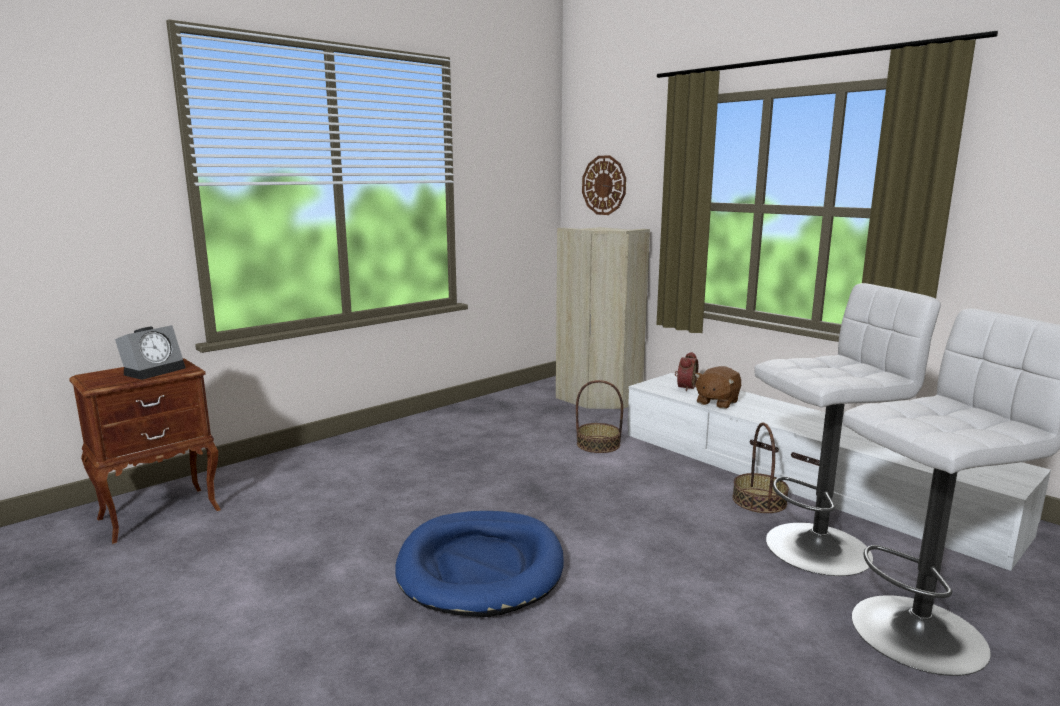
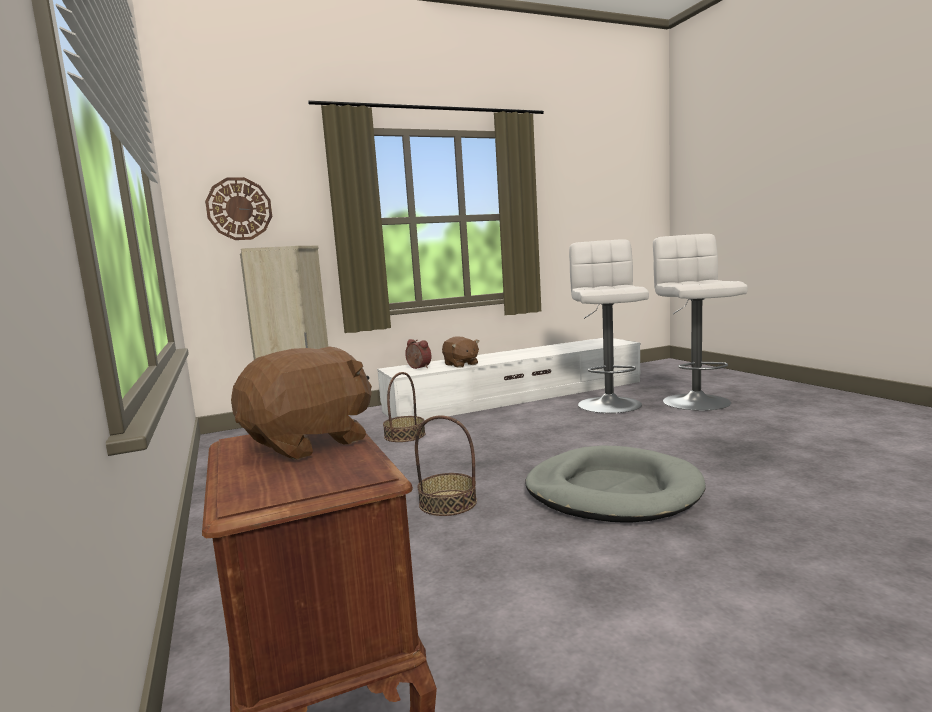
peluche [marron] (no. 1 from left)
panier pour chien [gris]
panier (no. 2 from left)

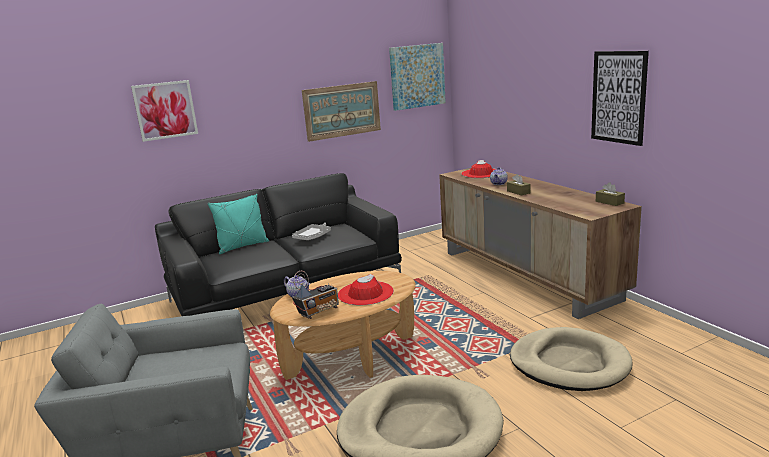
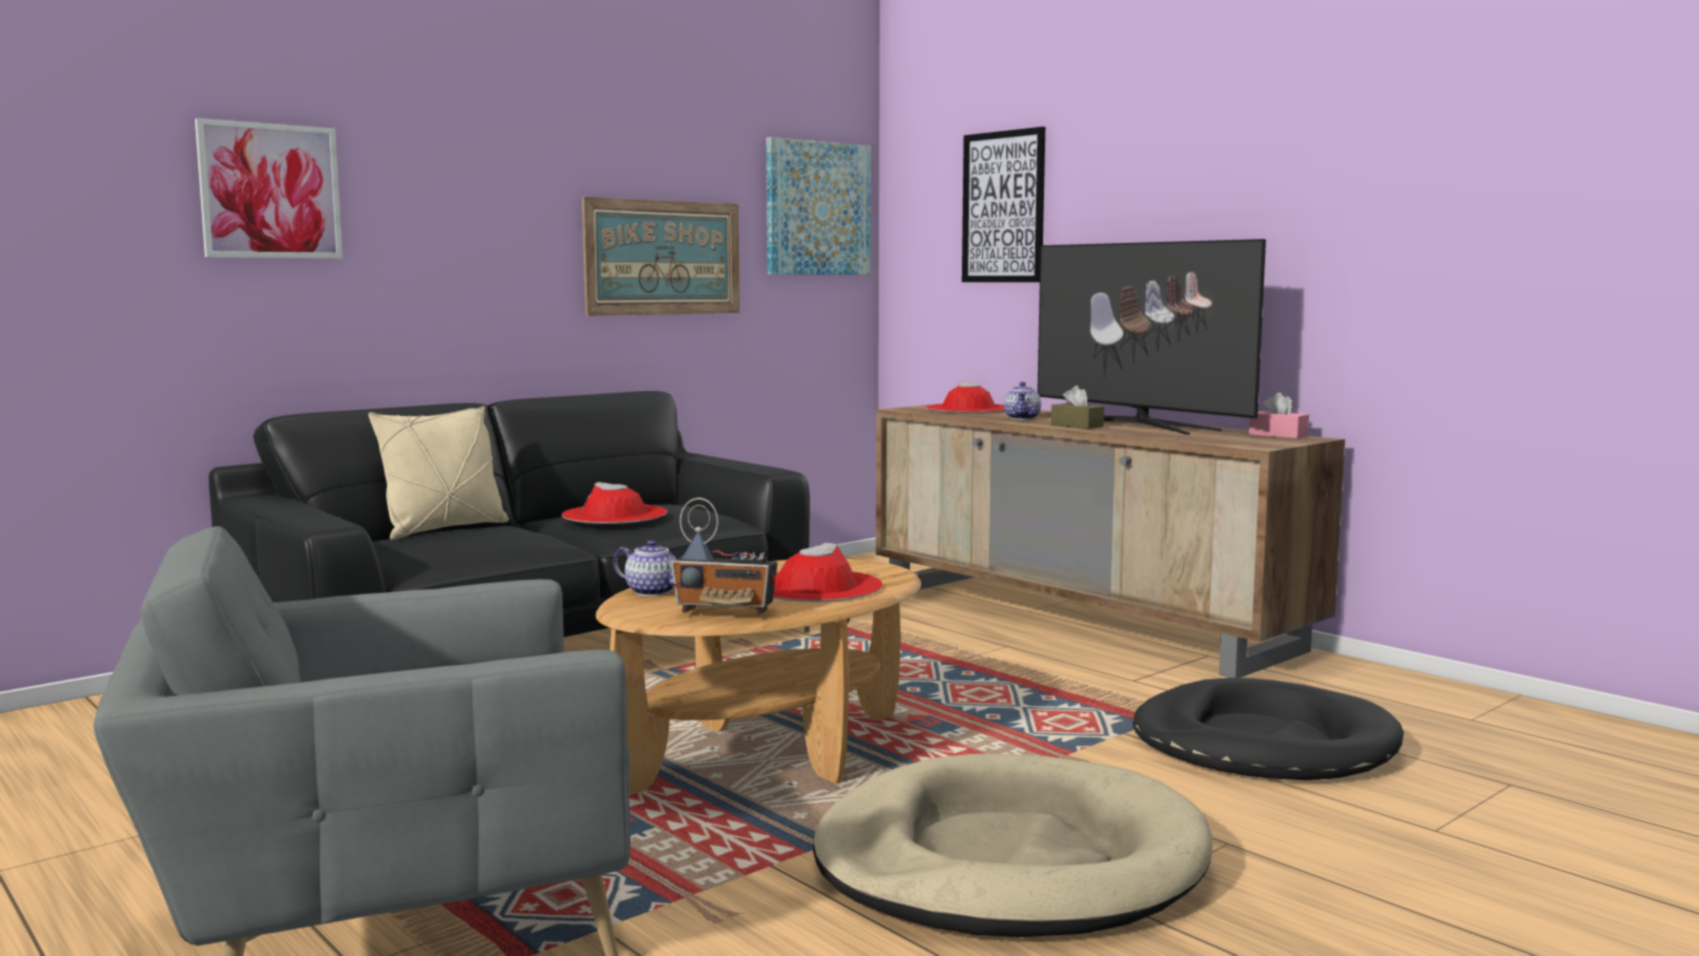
coussin [beige]
chapeau [rouge] (no. 1 from left)
radio
panier pour chien [noir]
tableau (no. 4 from left)
boîte à mouchoirs [rose]
téléviseur

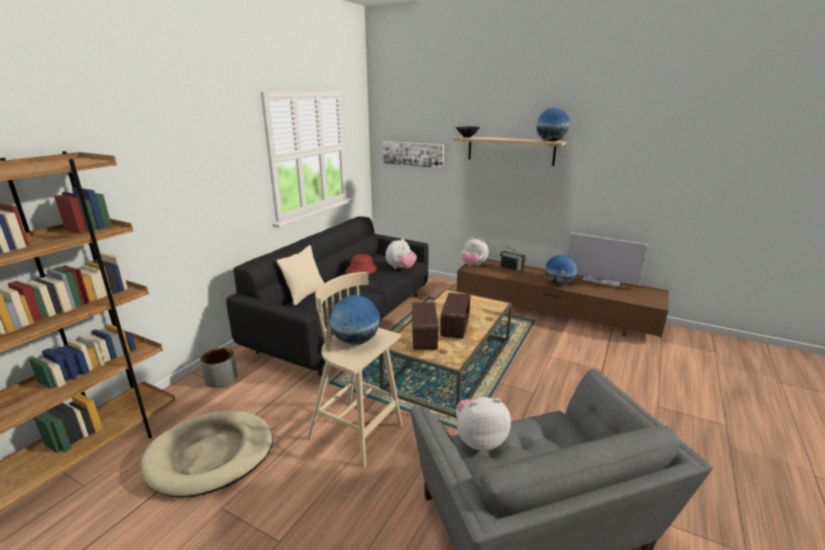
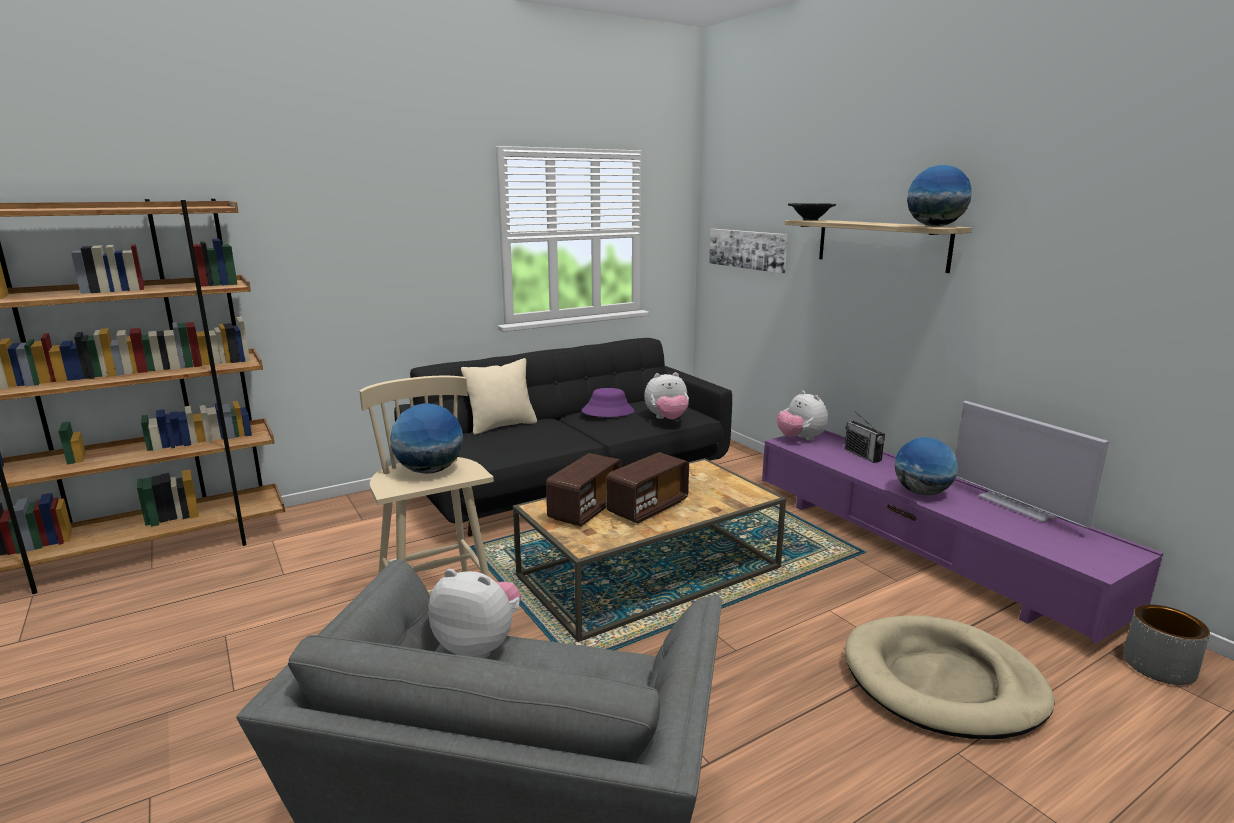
panier pour chien [beige]
cache-pot [gris]
chapeau [violet]
meuble télé [violet]

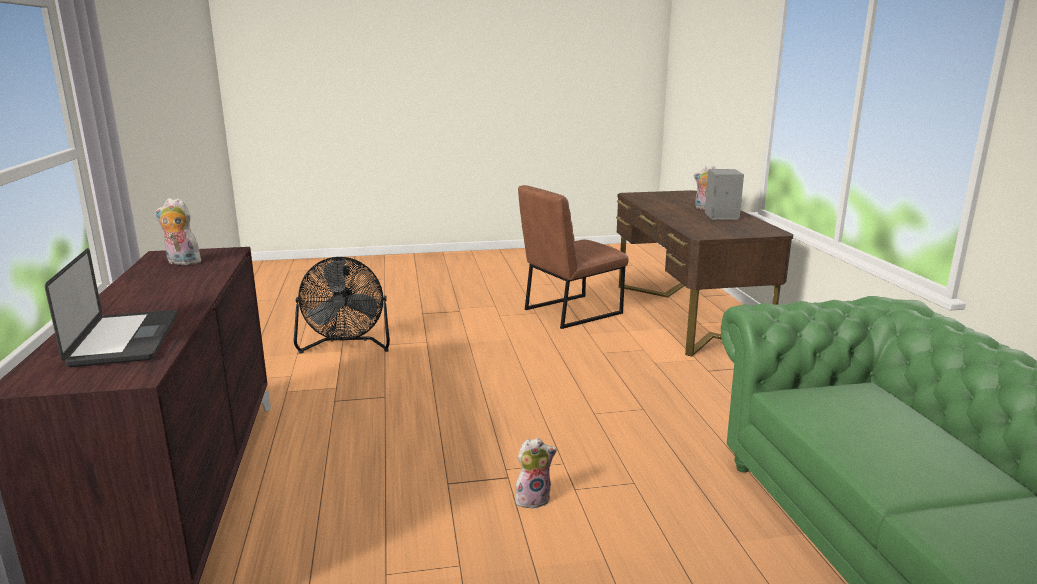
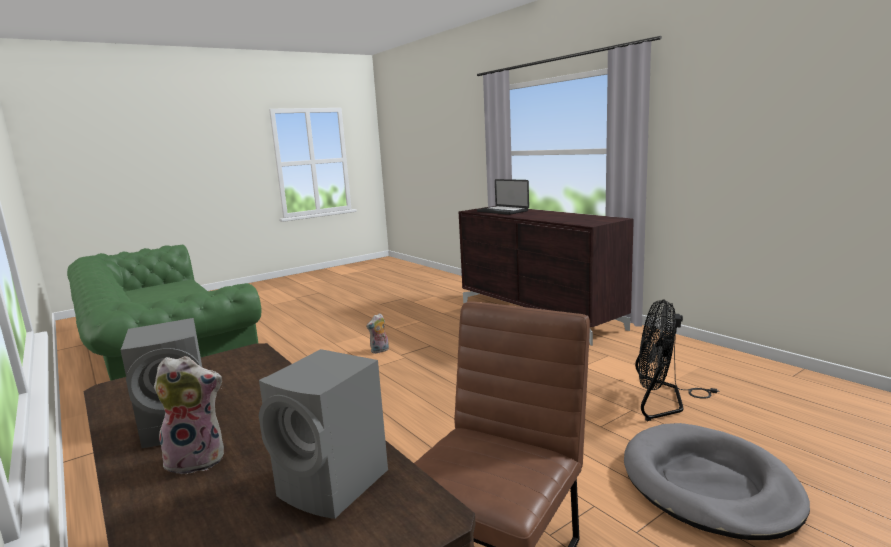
peluche (no. 1 from left in the first image)
ventilateur [noir]
enceinte [gris] (no. 2 from left)
panier pour chien [gris]

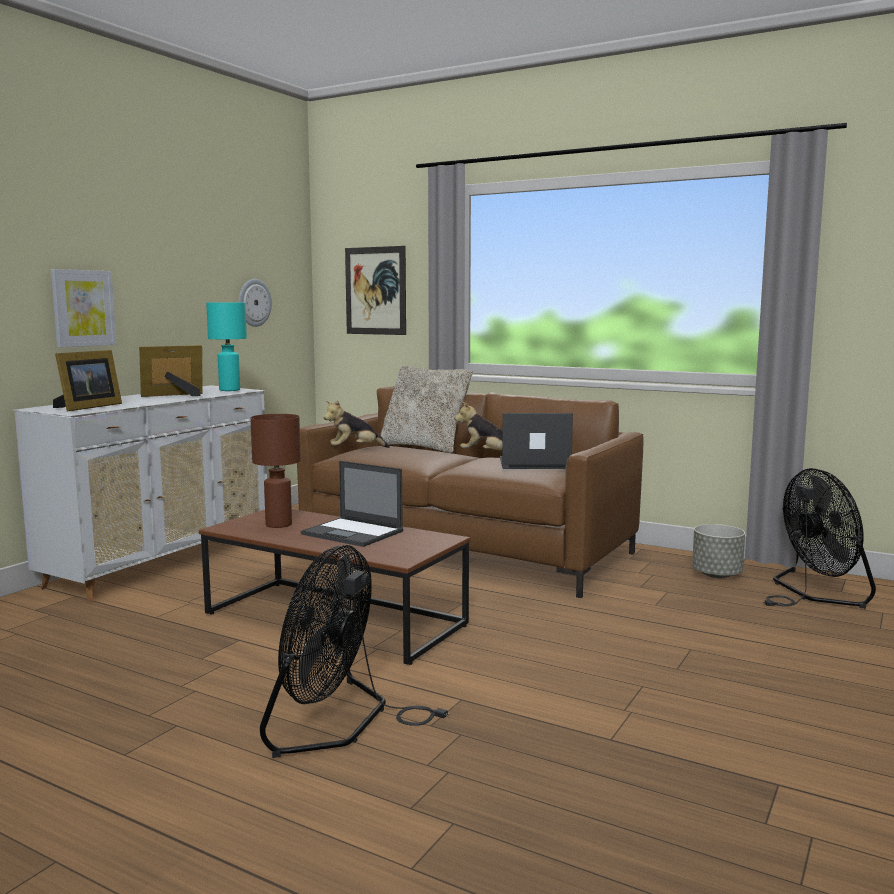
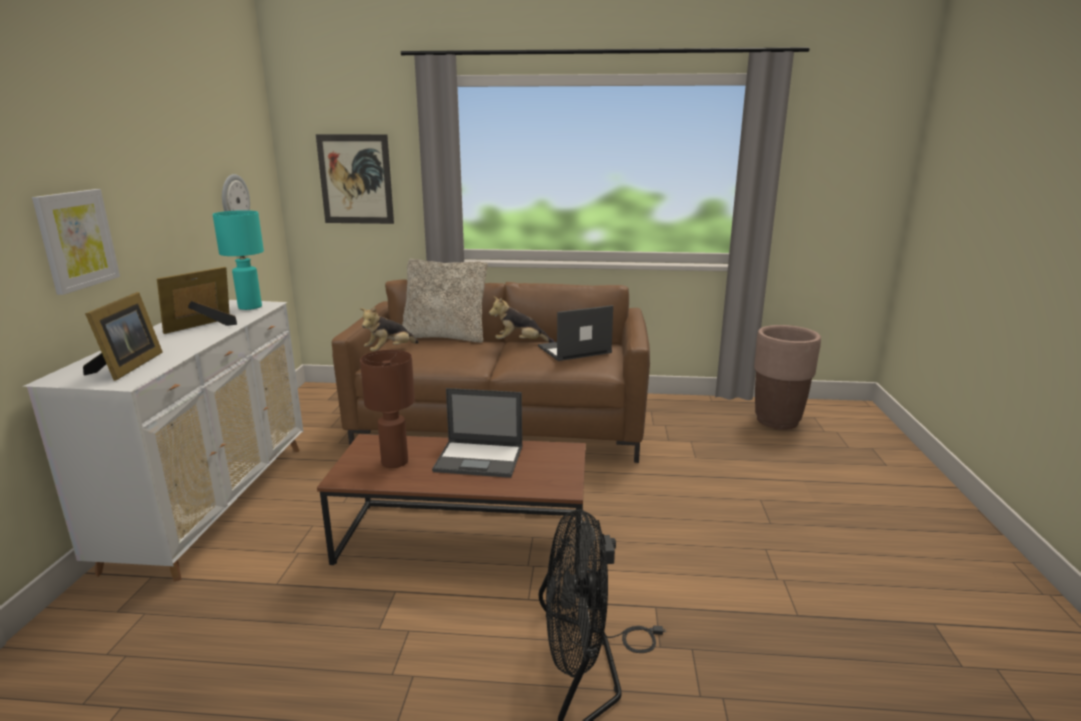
cache-pot [gris]
cache-pot [marron]

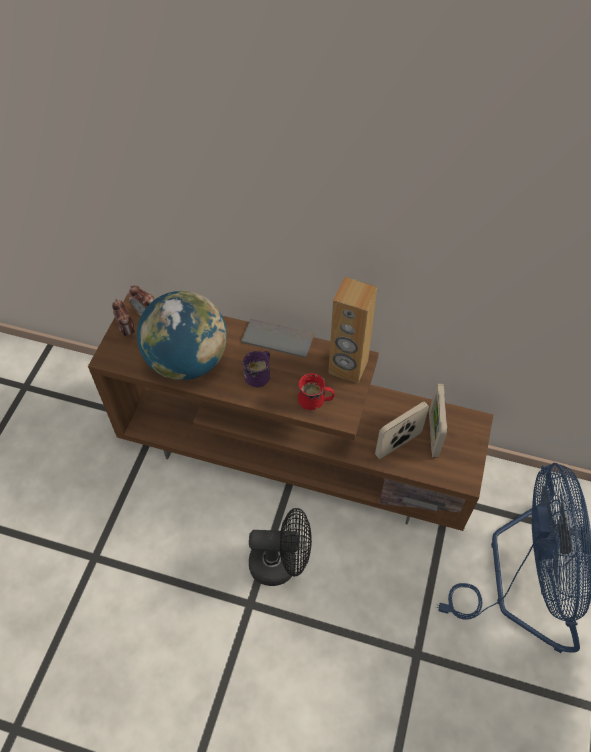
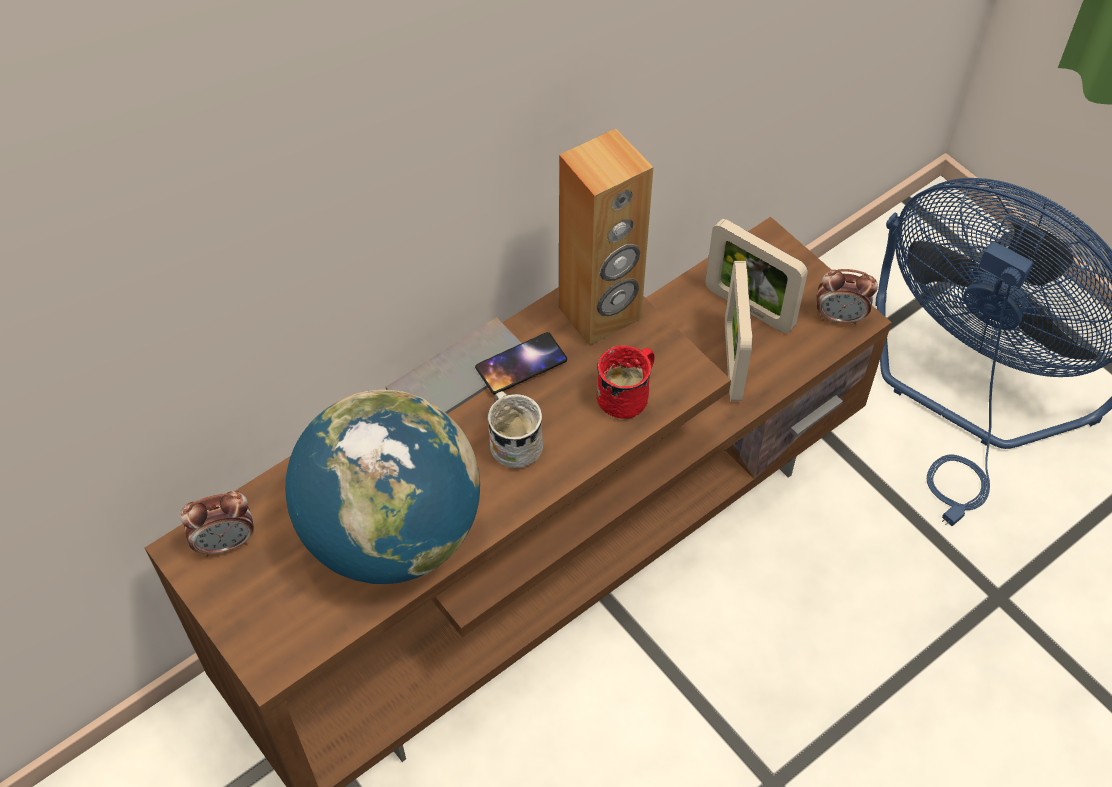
réveil (no. 2 from left)
mug [blanc]
ventilateur [noir]
téléphone

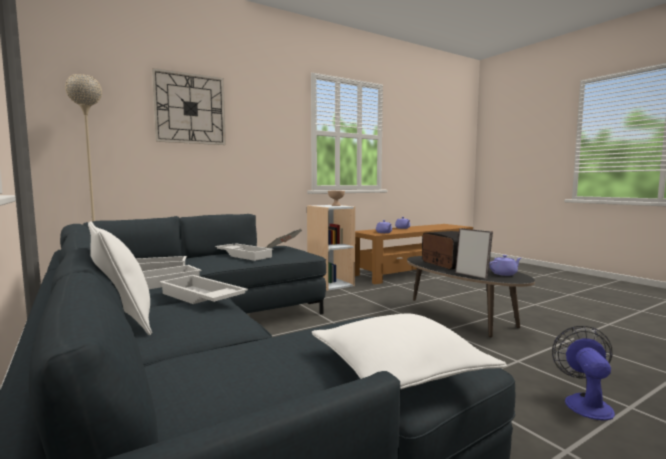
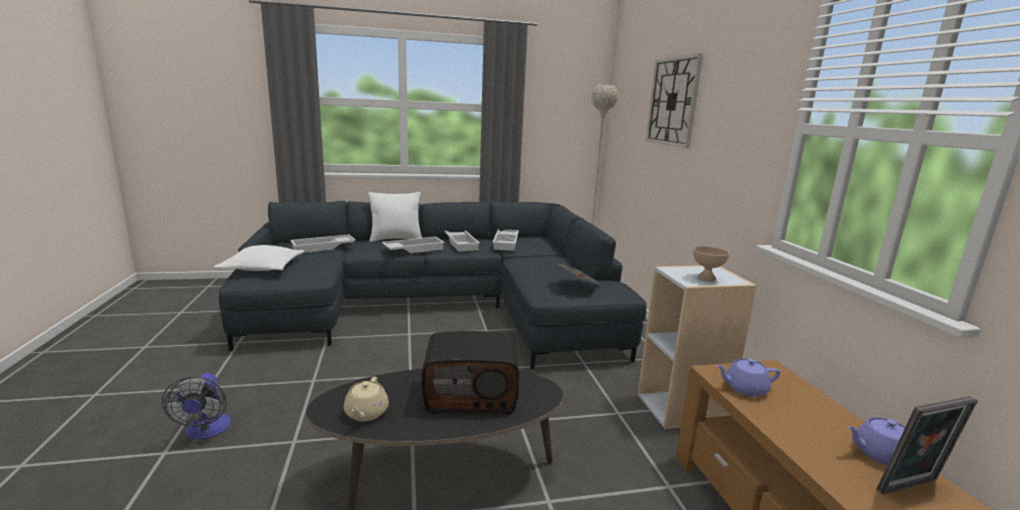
plateau [blanc] (no. 1 from left)
cadre photo
théière [beige]
ventilateur

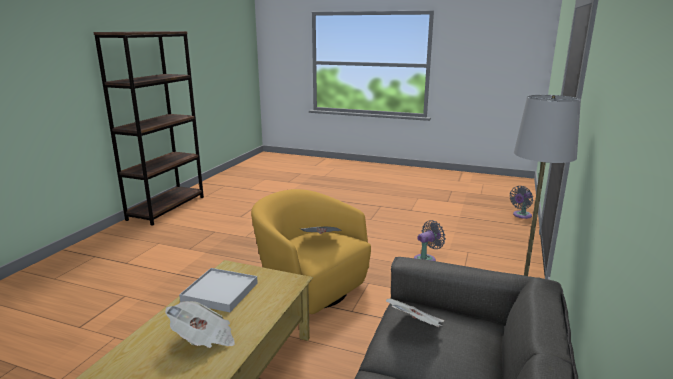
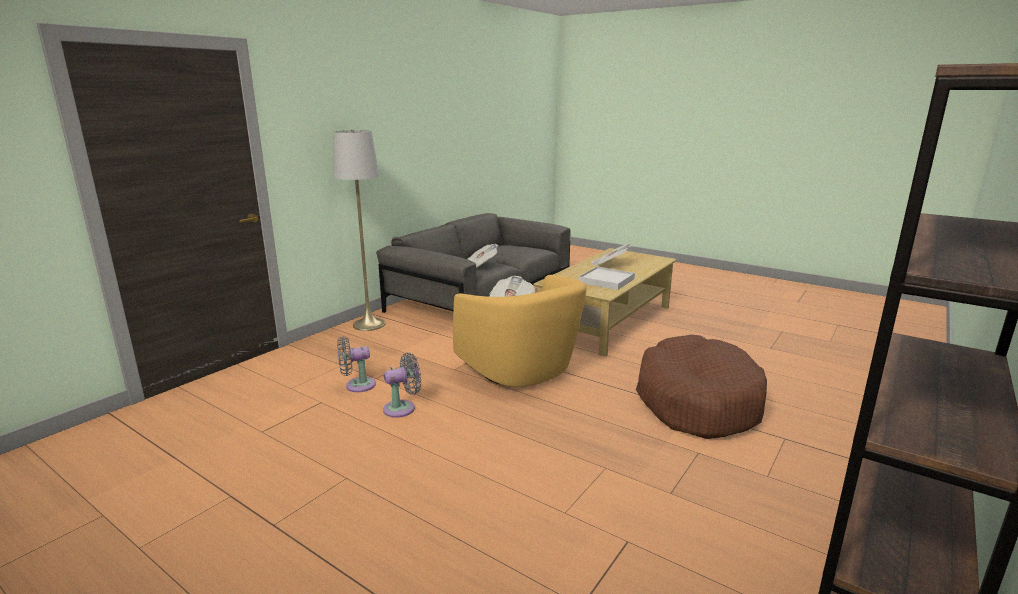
ventilateur [gris] (no. 2 from left)
panier pour chien [marron]

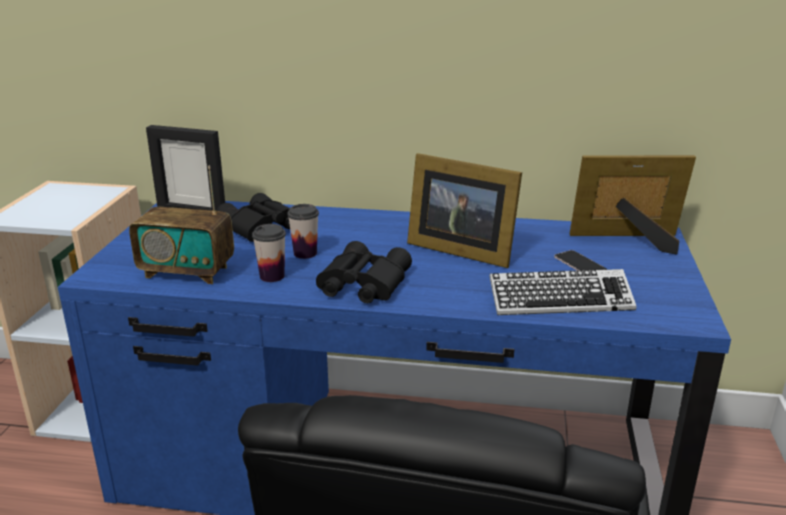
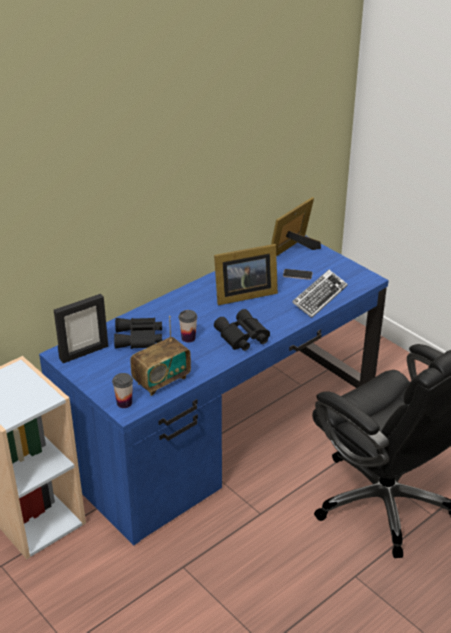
tasse (no. 1 from left)

